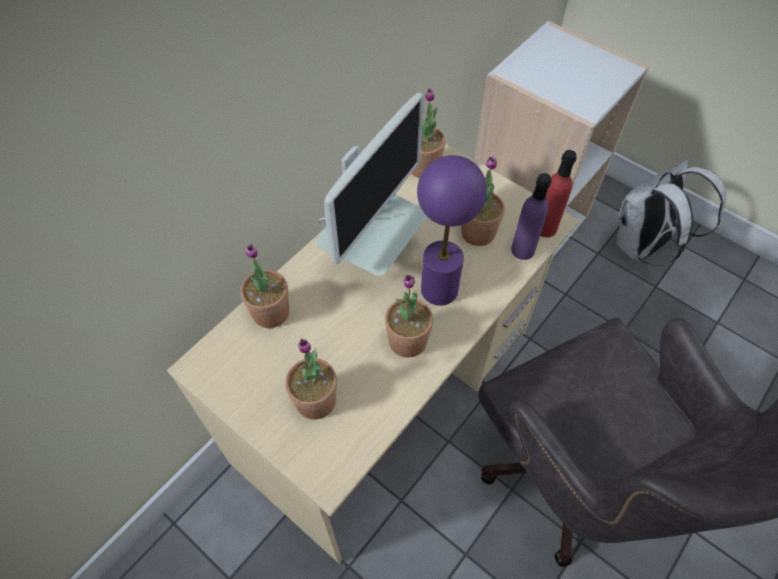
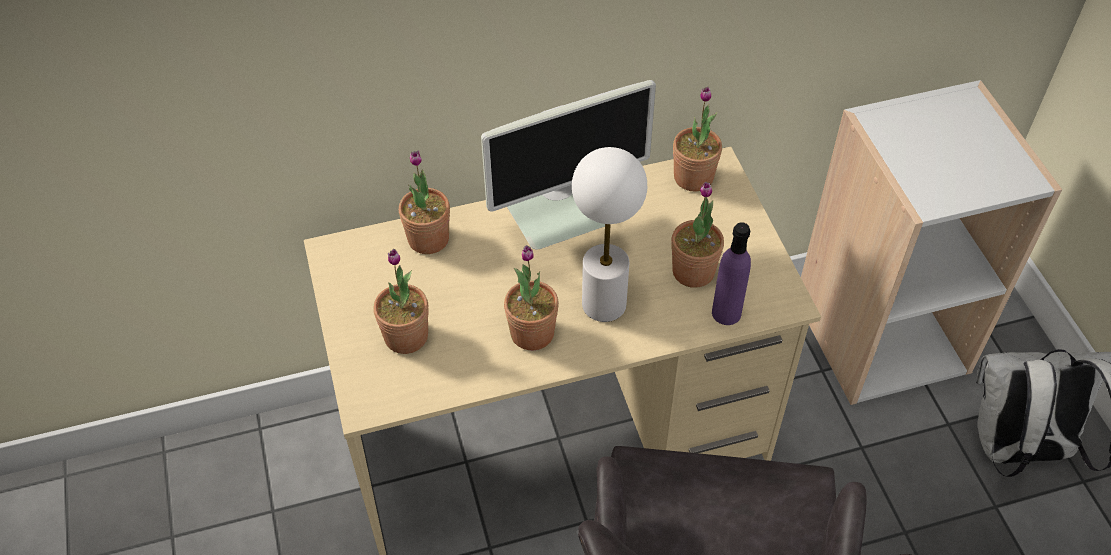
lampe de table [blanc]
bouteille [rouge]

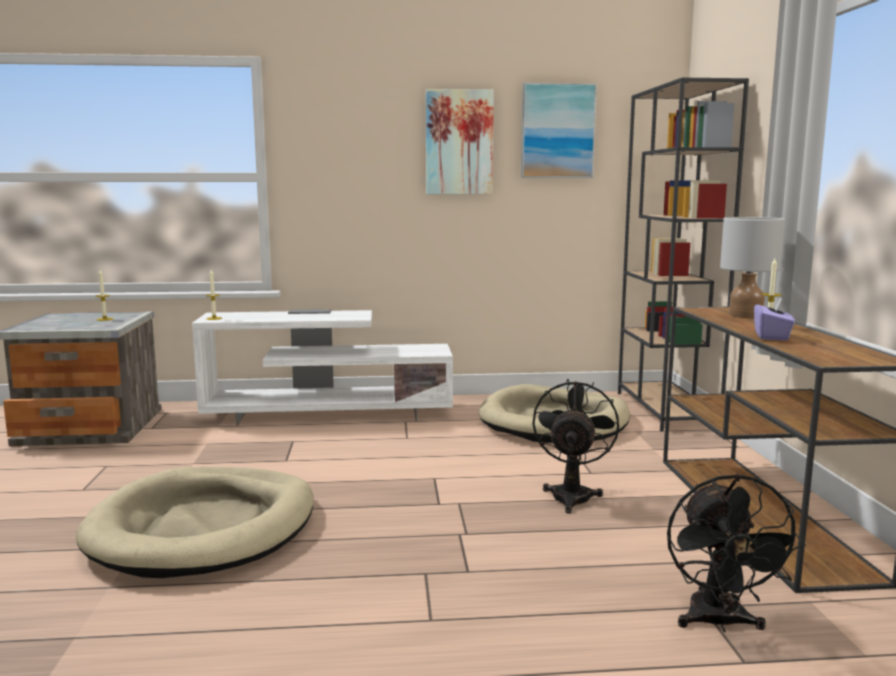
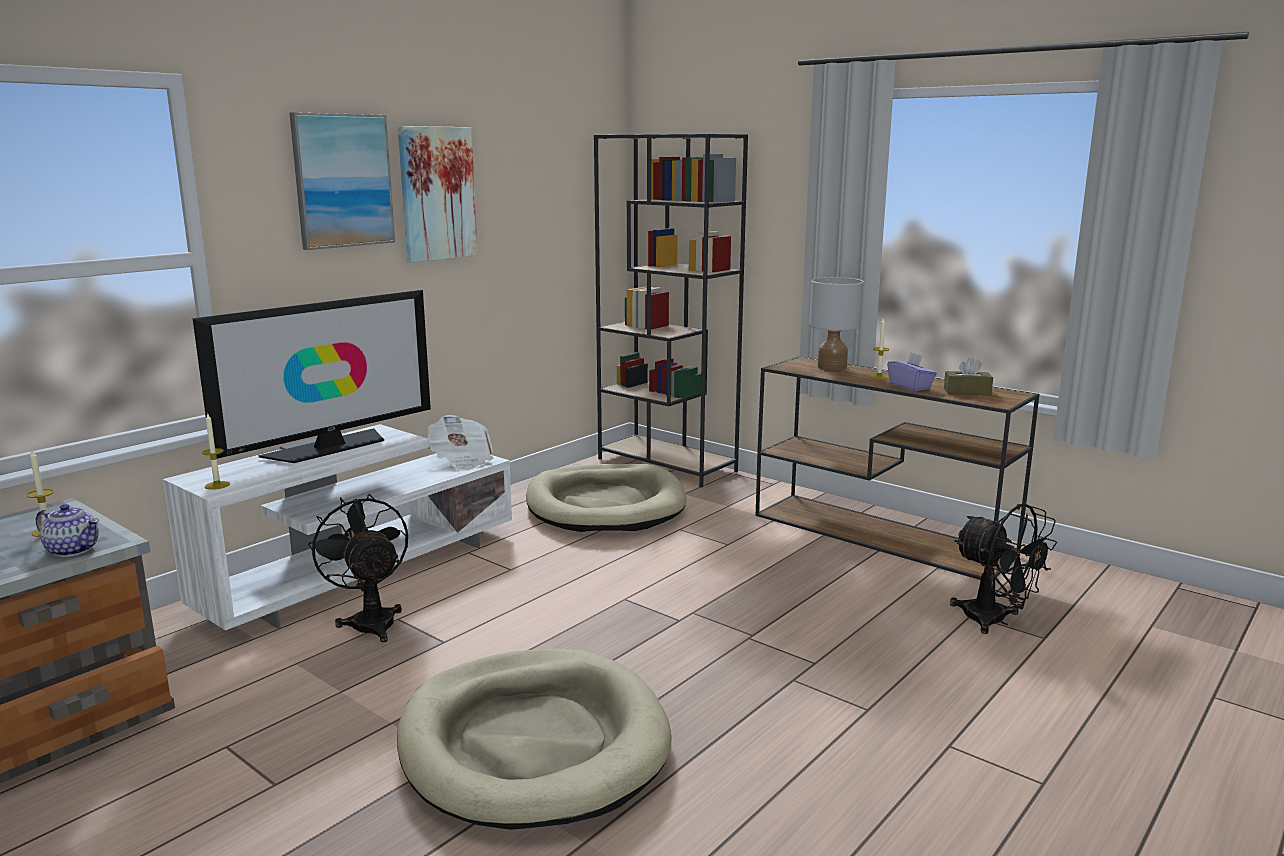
tableau (no. 1 from left)
ventilateur [noir] (no. 1 from left)
théière
téléviseur
journal
boîte à mouchoirs [marron]

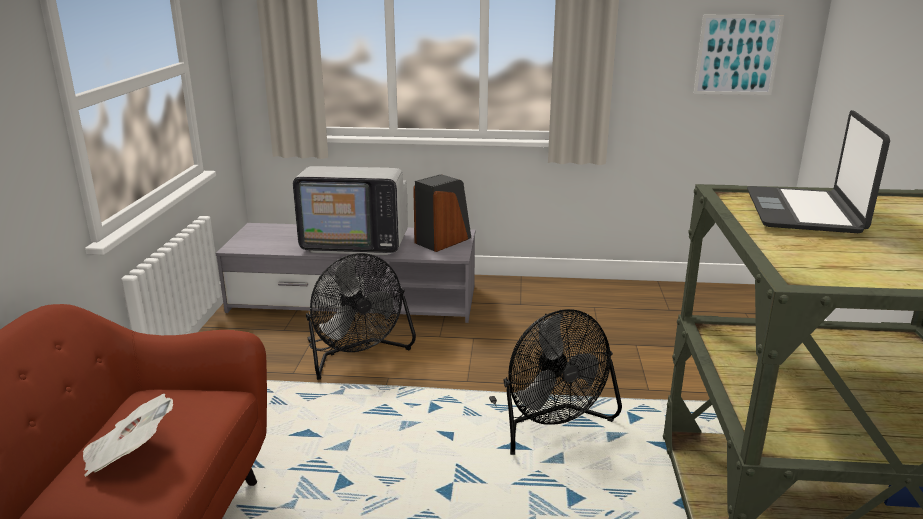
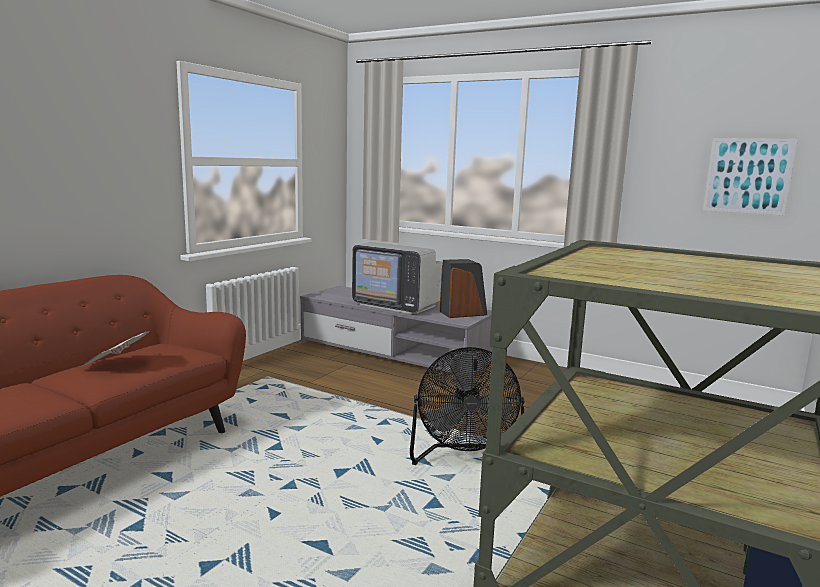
ventilateur [noir] (no. 1 from left in the first image)
ordinateur portable

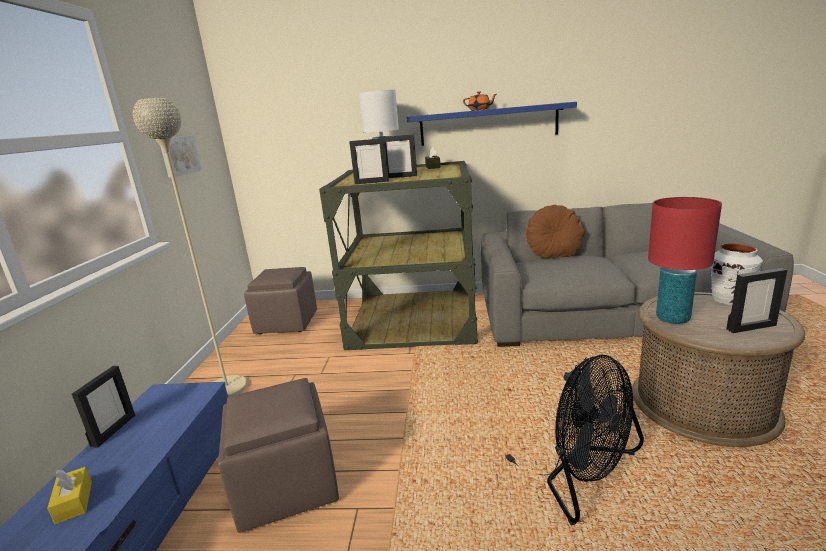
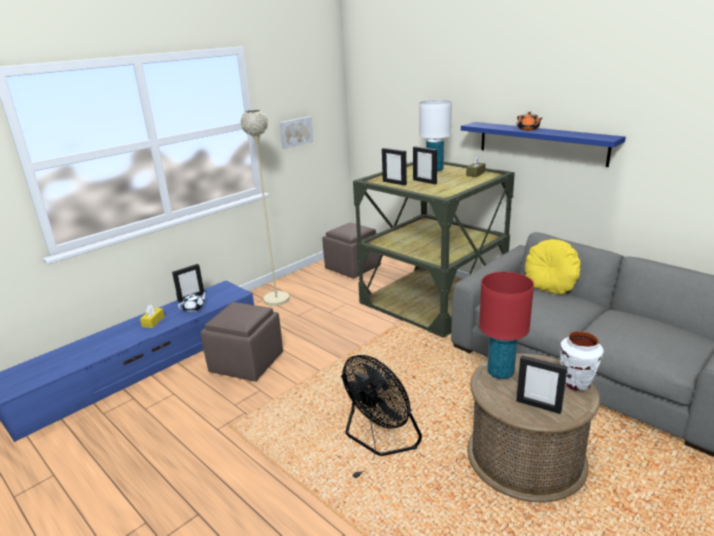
ventilateur [noir]
coussin [jaune]
théière [blanc]

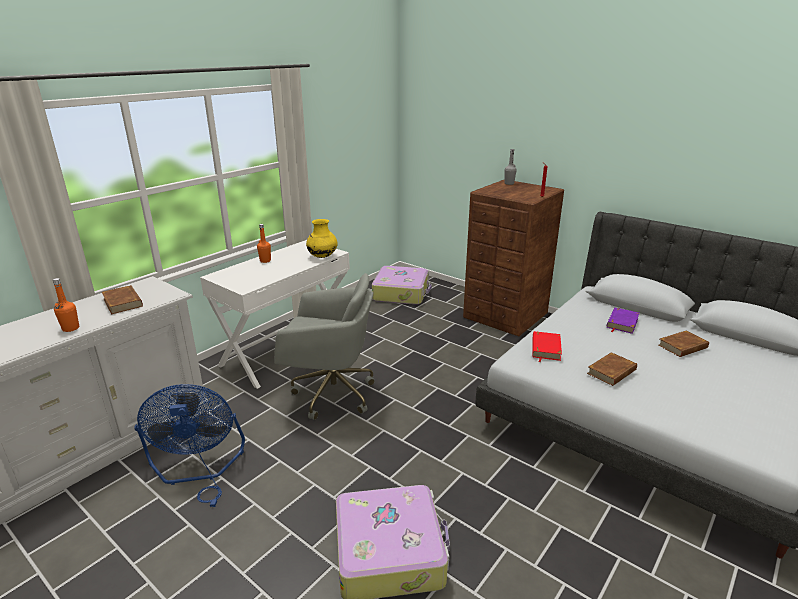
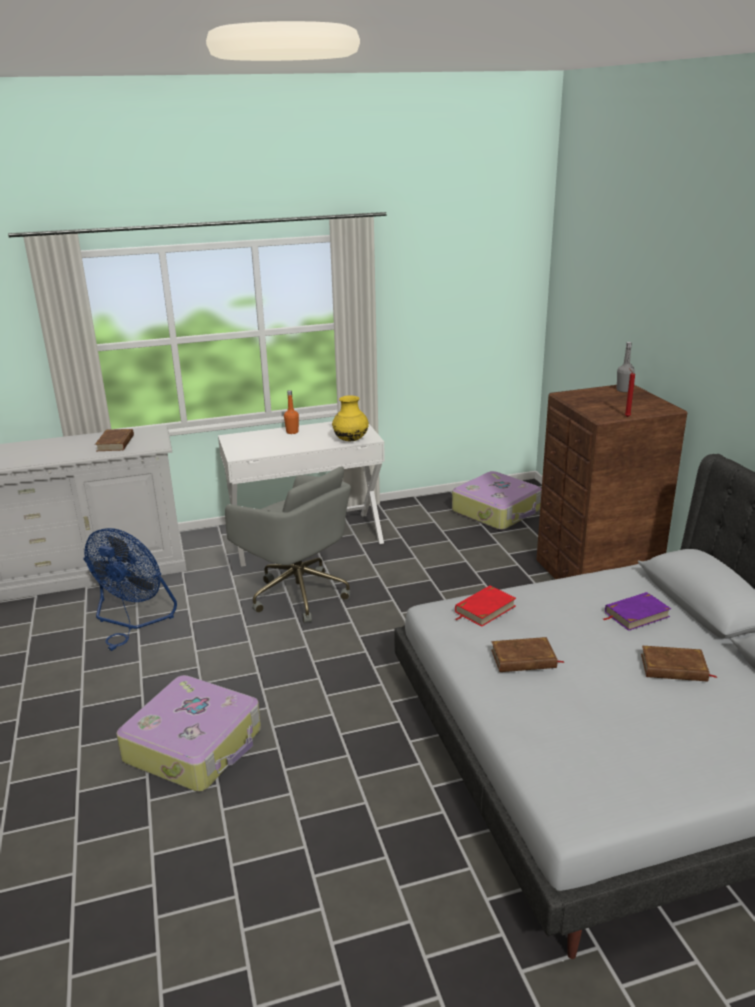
bouteille [orange] (no. 1 from left in the first image)

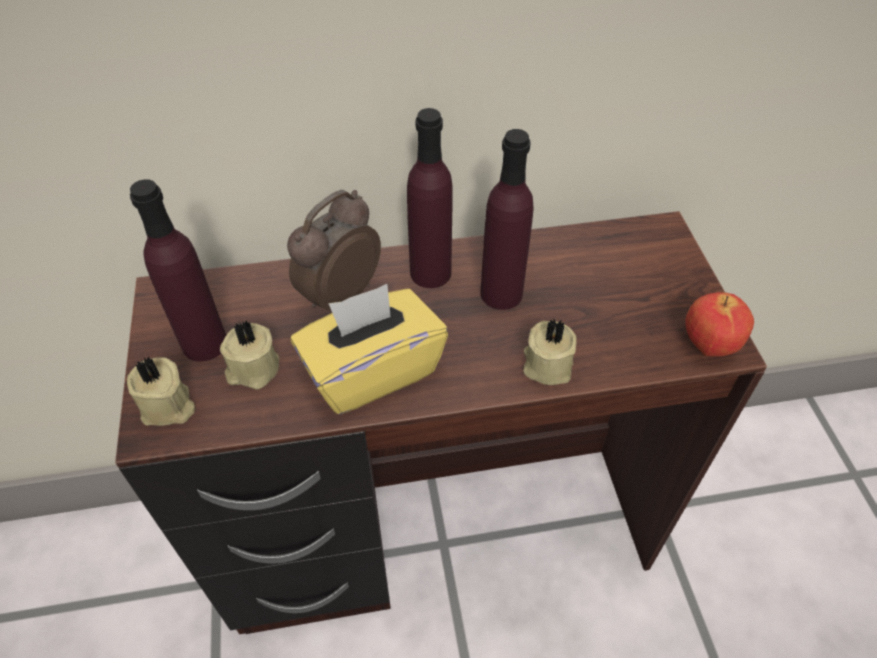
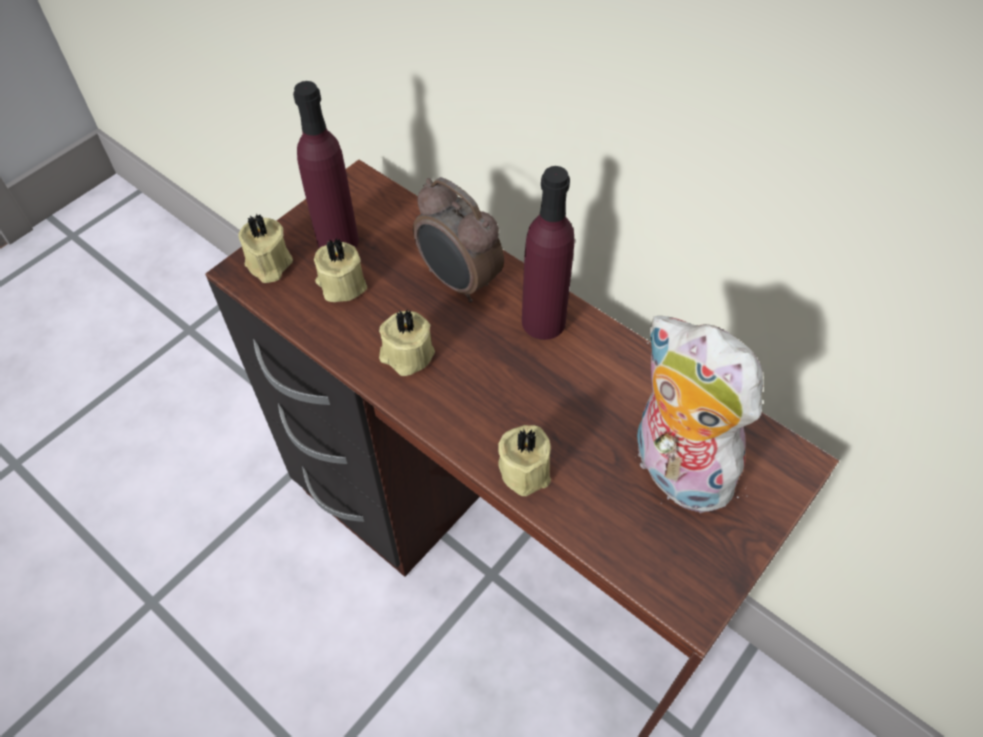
réveil
bougie [beige] (no. 3 from left)
bouteille [violet] (no. 3 from left in the first image)
pomme
peluche

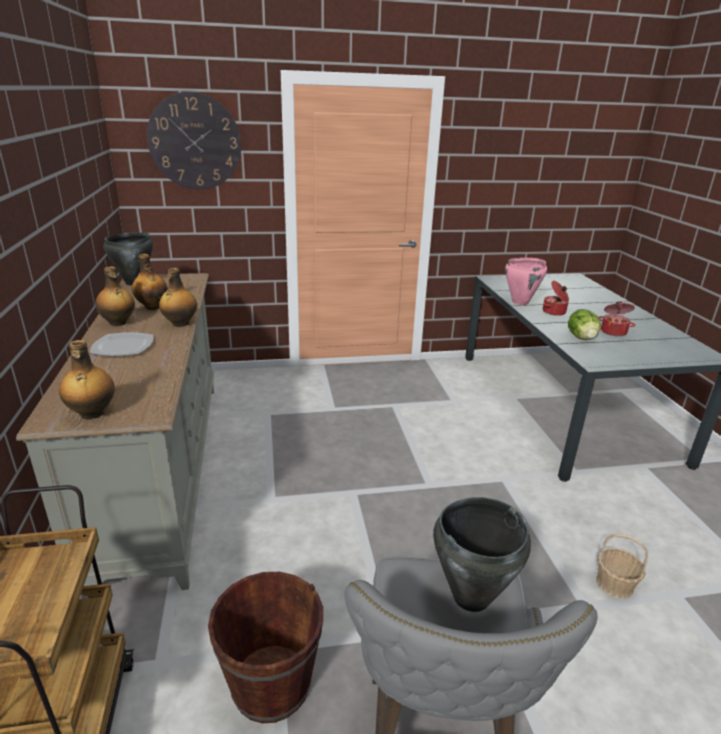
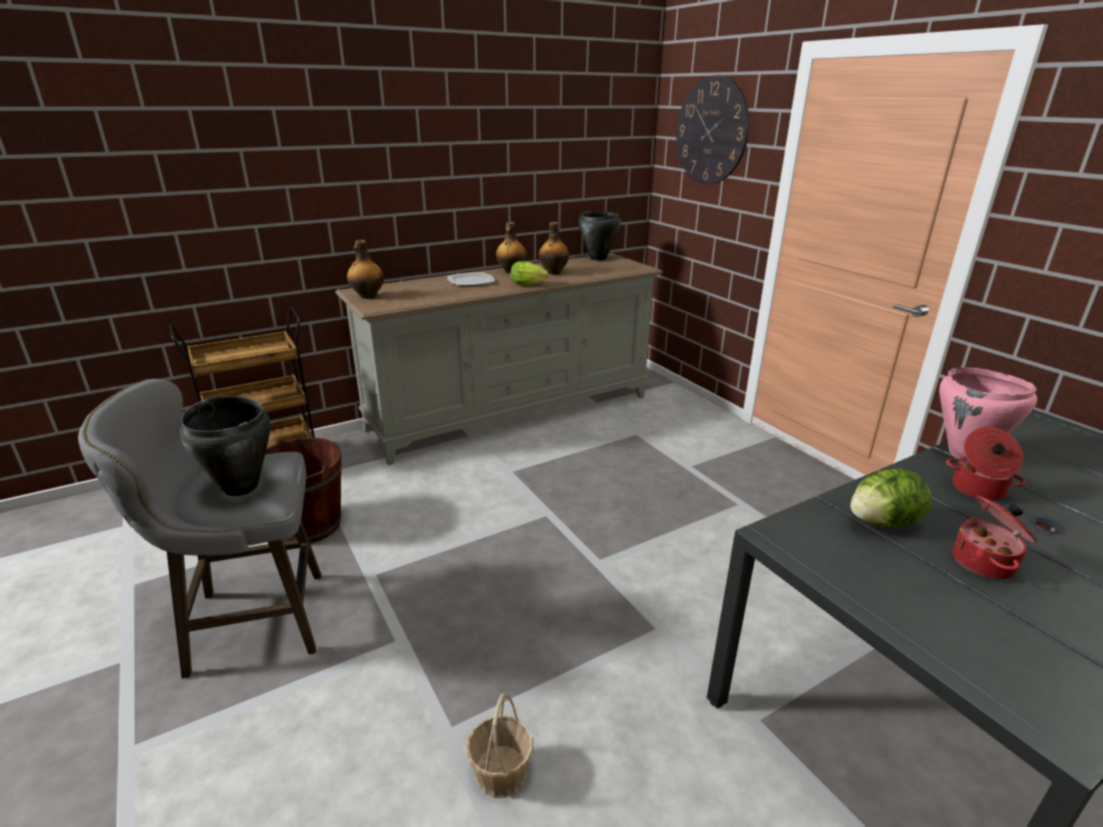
laitue (no. 1 from left)

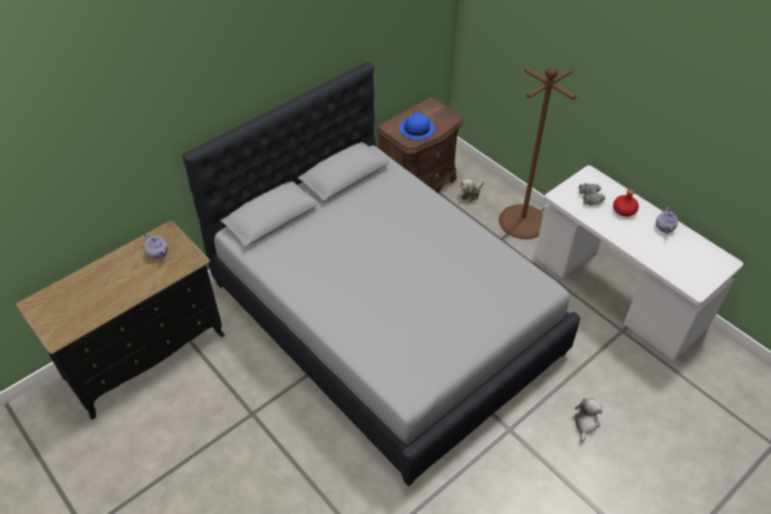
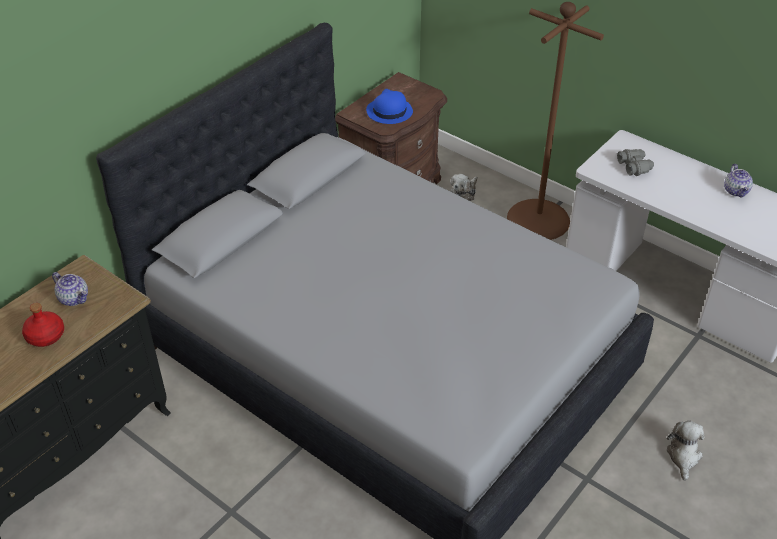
bouteille [rouge]

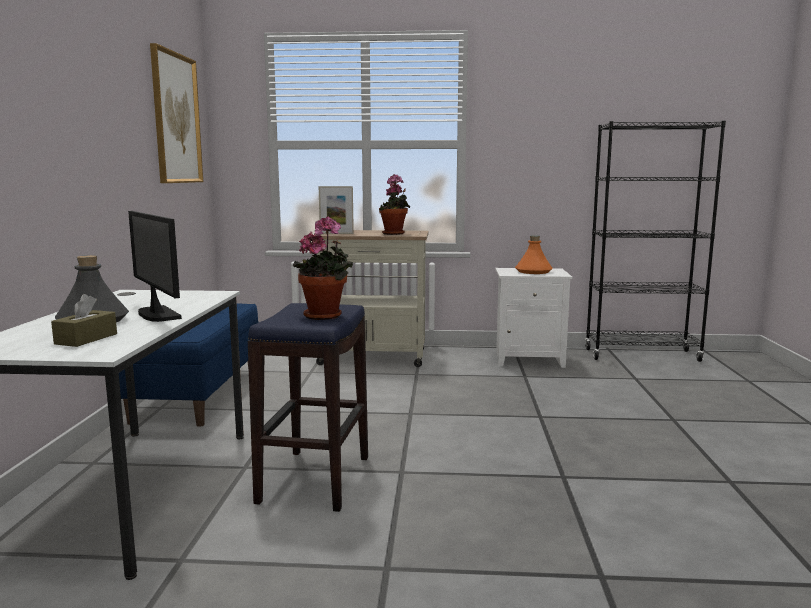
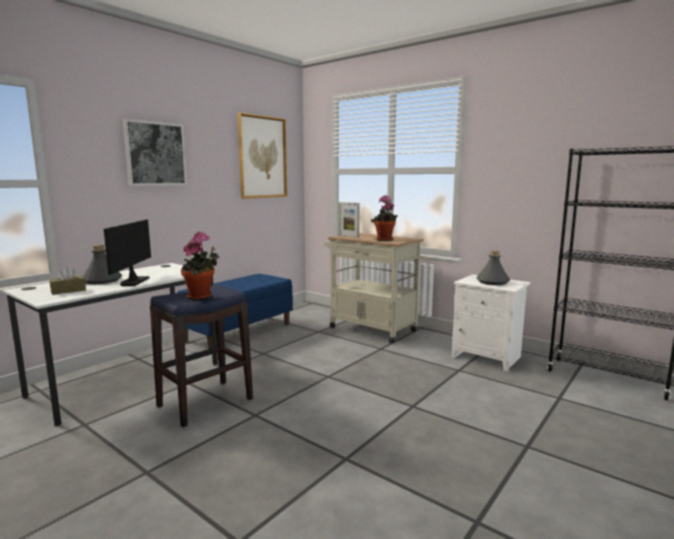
bouteille [gris] (no. 2 from left)
tableau (no. 1 from left)

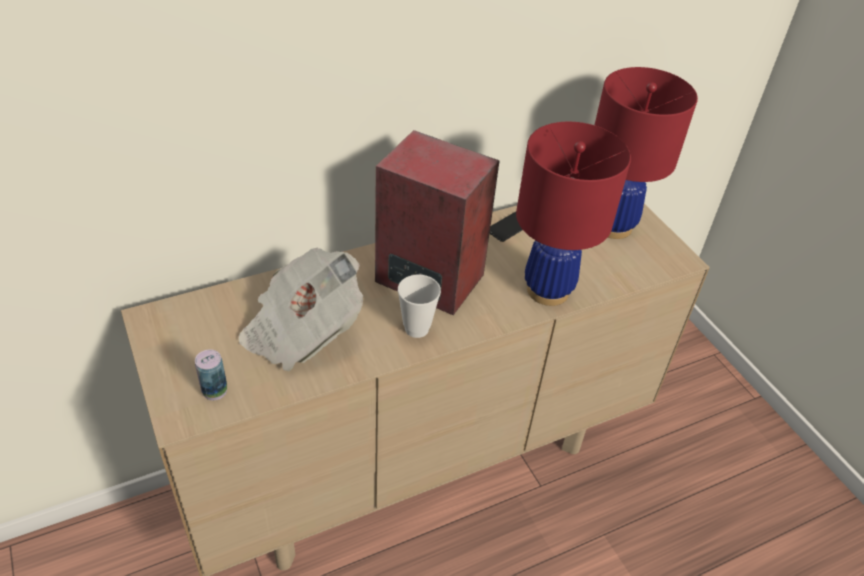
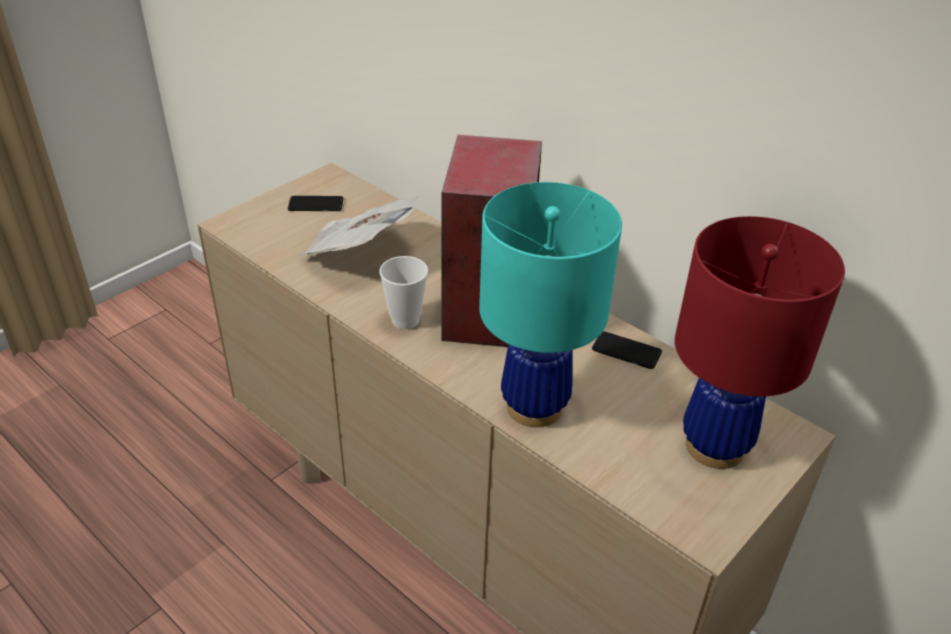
boîte métallique
lampe de table [turquoise]
téléphone (no. 1 from left)

